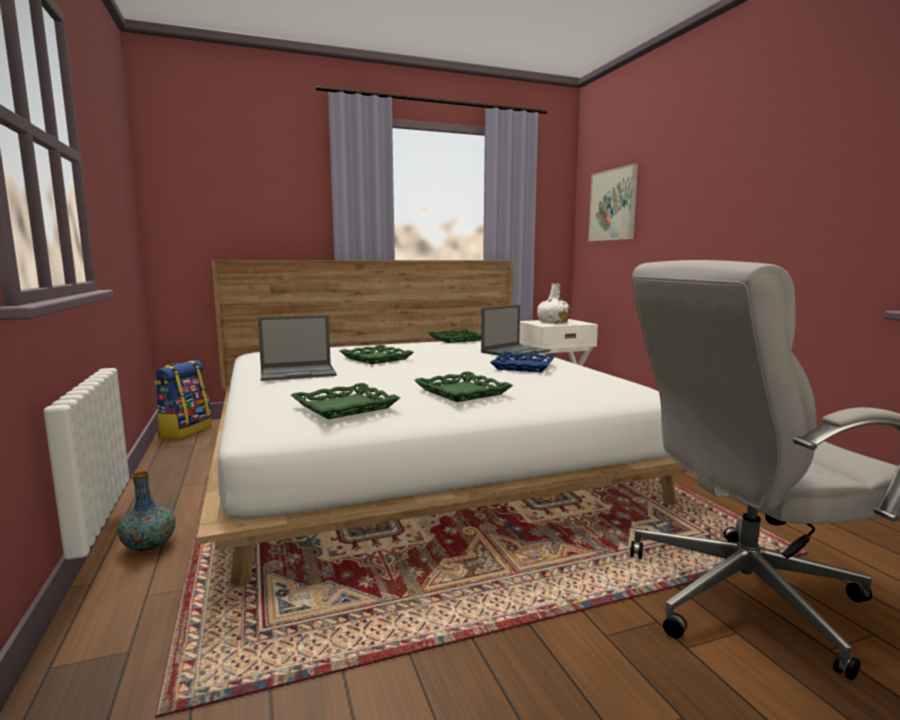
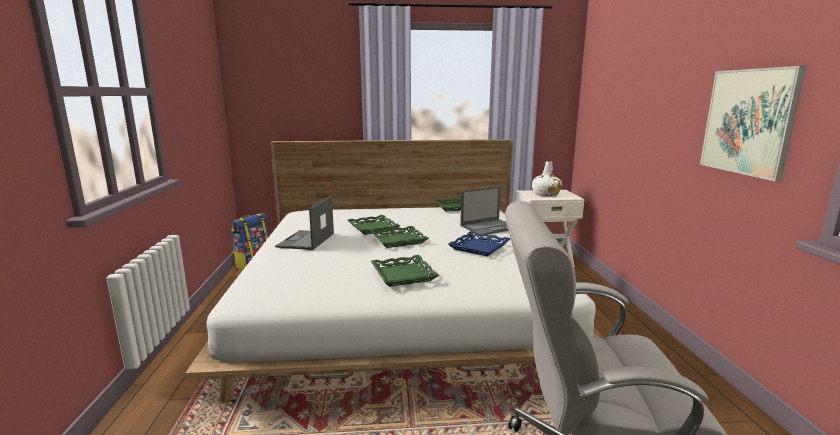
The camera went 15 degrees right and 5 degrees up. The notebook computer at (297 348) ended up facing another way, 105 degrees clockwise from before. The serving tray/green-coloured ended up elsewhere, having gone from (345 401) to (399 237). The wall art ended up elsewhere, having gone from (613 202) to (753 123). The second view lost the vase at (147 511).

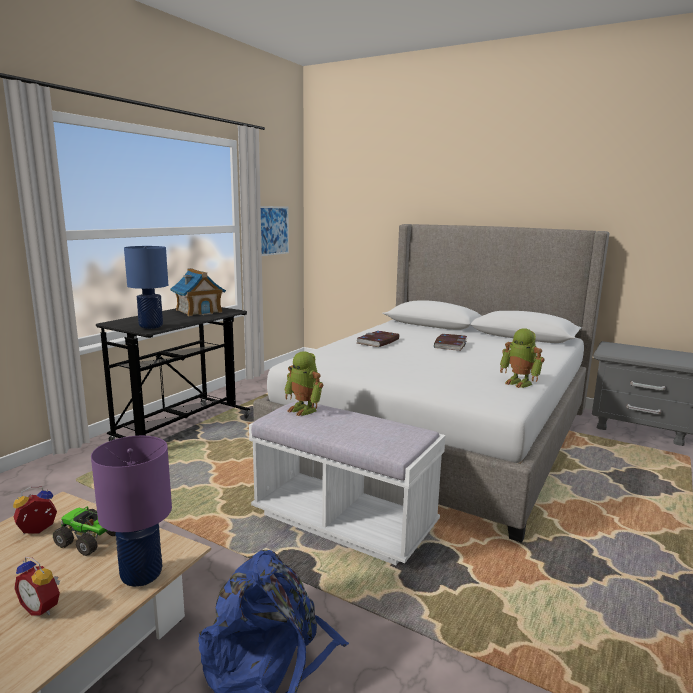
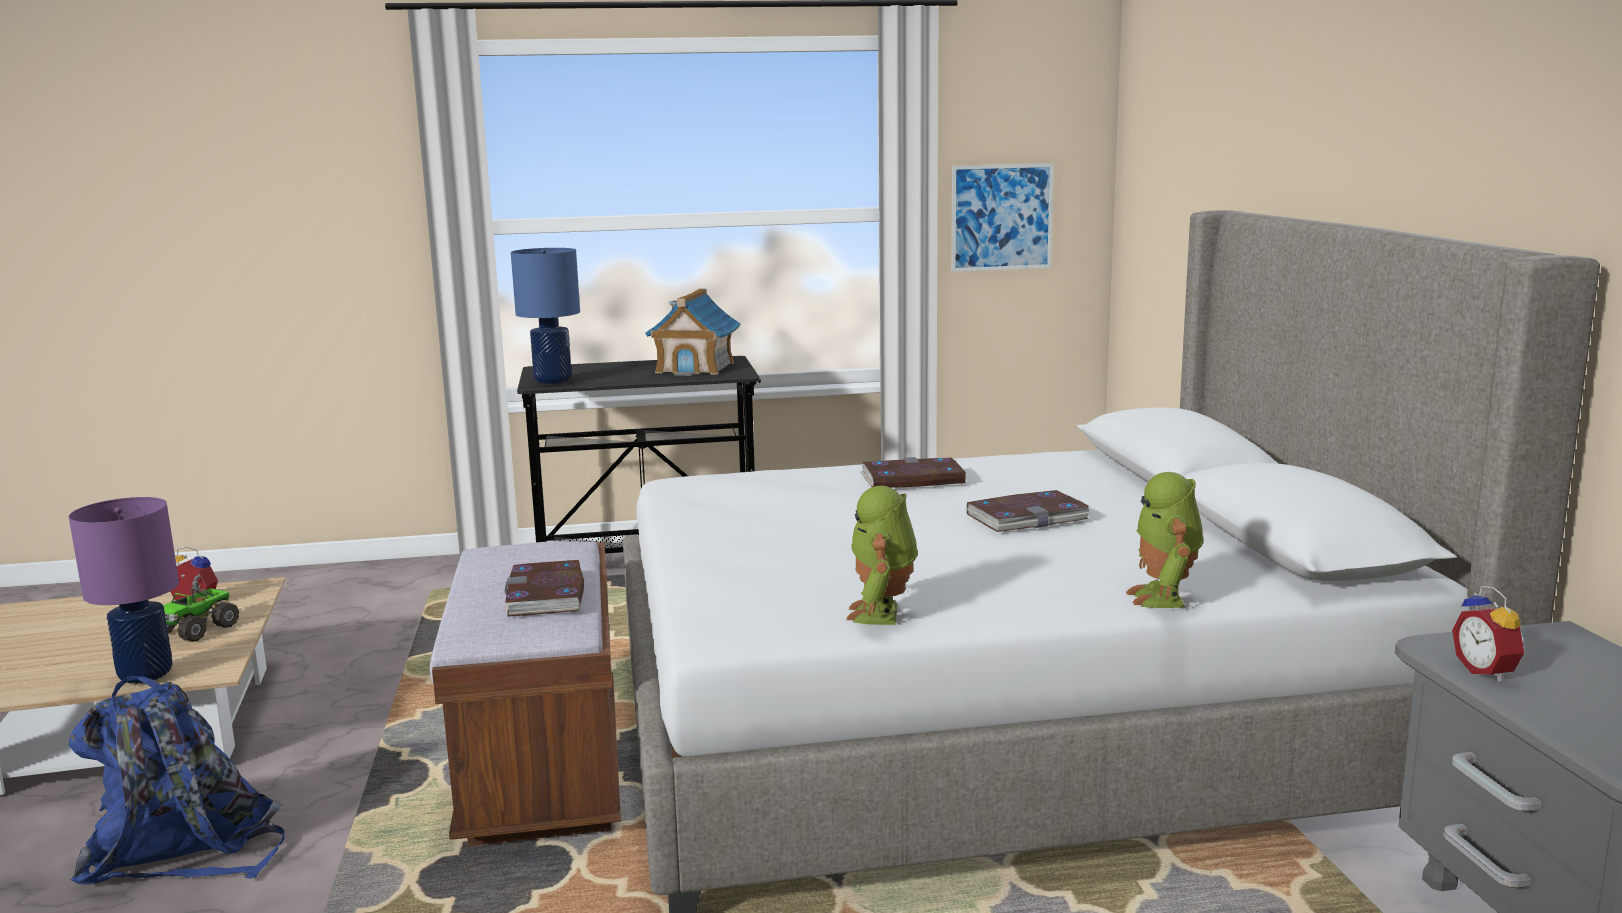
The camera went 50 degrees right and 0 degrees up. The toy lorry at (84 531) ended up facing another way, 135 degrees counterclockwise from before. What was the bench/whitish at (347 482) turned into the bench/brown-coloured at (525 693). The second view gained the bound book at (544 588). The toy robot ended up elsewhere, having gone from (303 383) to (1165 540). The alarm clock ended up elsewhere, having gone from (37 586) to (1488 634).

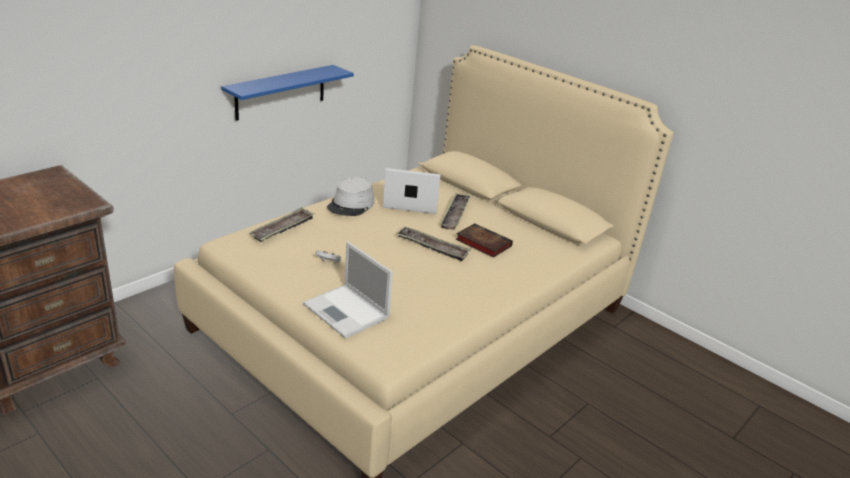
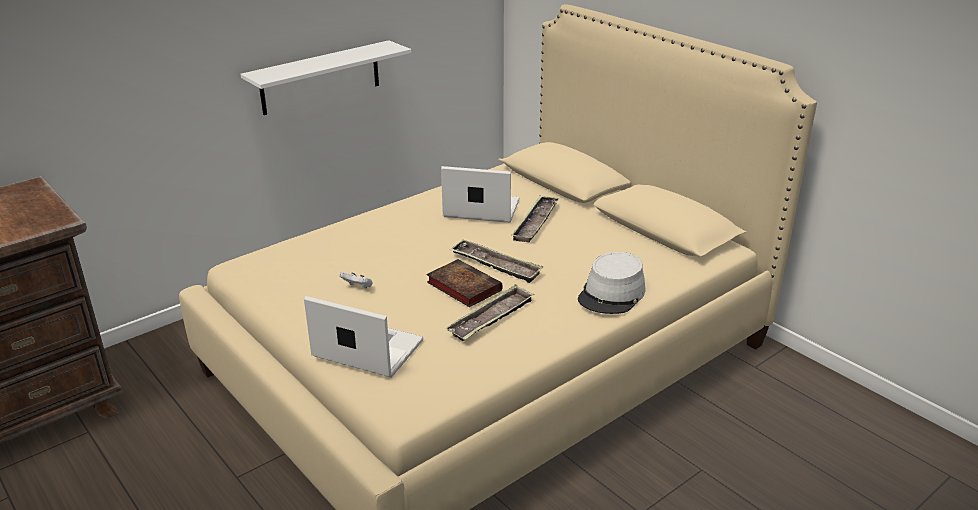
The camera went 10 degrees right and 0 degrees up. What was the bracket shelf/blue at (287 93) turned into the bracket shelf/whitish at (326 77). The notebook computer at (348 290) ended up facing another way, 150 degrees clockwise from before. The bound book ended up elsewhere, having gone from (484 240) to (464 283). The serving tray ended up elsewhere, having gone from (282 224) to (489 312). The wearable hat/grey ended up elsewhere, having gone from (351 196) to (611 283).

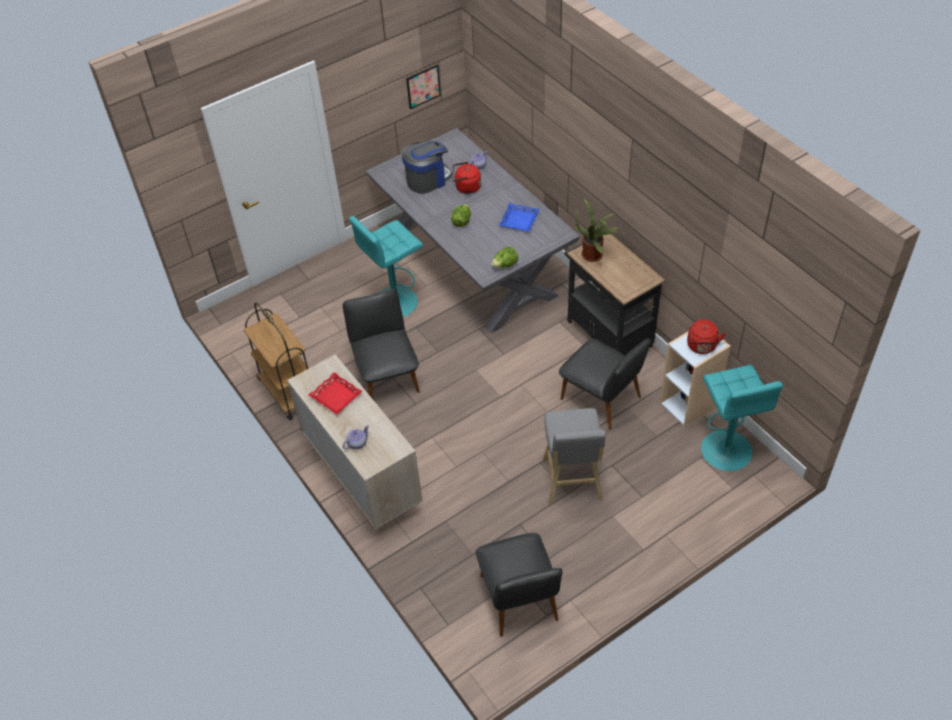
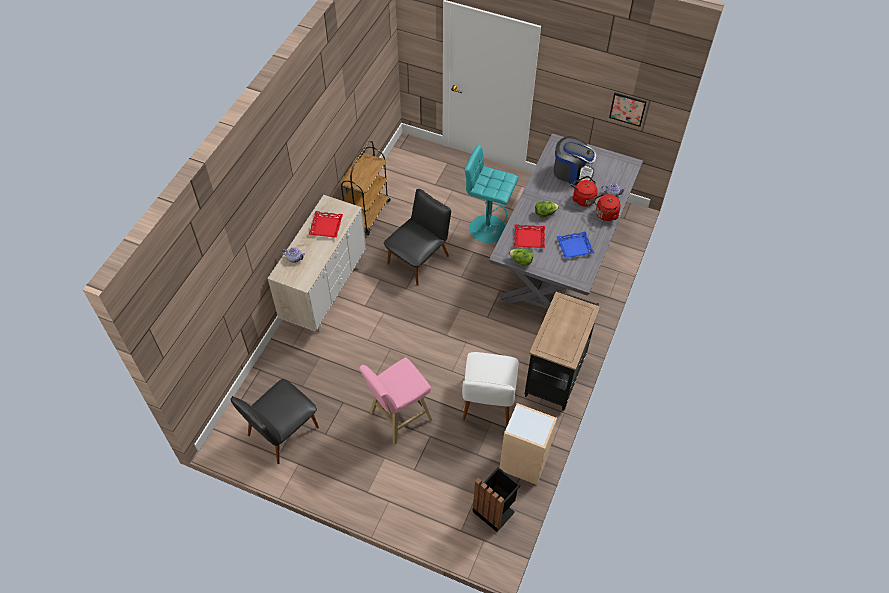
The camera went 55 degrees right and 5 degrees up. What was the sitting stool/grey at (574 456) turned into the sitting stool/pink at (396 401). What was the plain chair/blackish at (605 384) turned into the plain chair/whitish at (490 389). Where the sitting stool/blue-green stood at (742 418), the waste bin/blackish came to stand at (496 499). The second view gained the serving tray/red-coloured at (529 236). The tea kettle/red-coloured ended up elsewhere, having gone from (706 337) to (607 207). The second view lost the potted plant at (596 230).

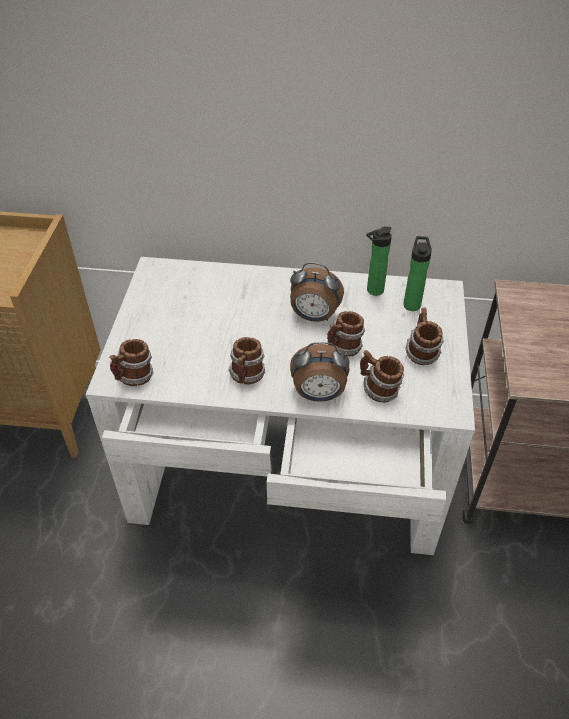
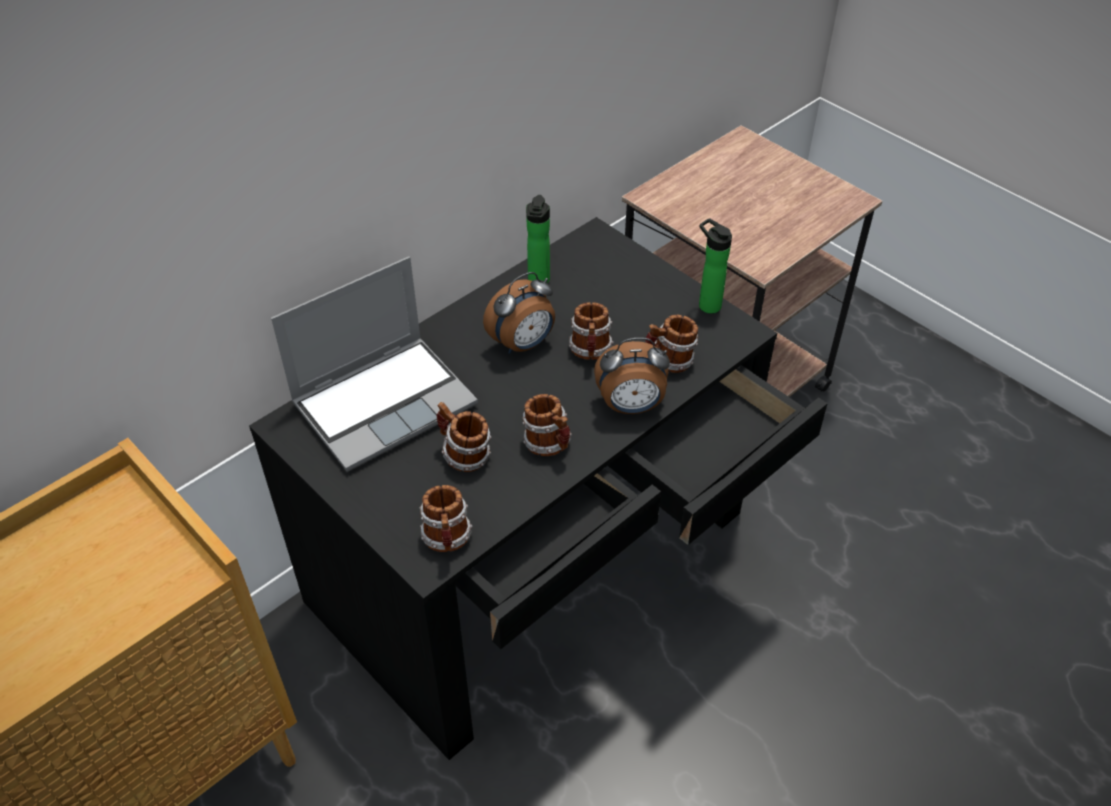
The camera went 50 degrees left and 0 degrees up. What was the desk unit/whitish at (280 406) turned into the desk unit/blackish at (538 488). The second view gained the notebook computer at (374 364). The coffee mug ended up elsewhere, having gone from (424 336) to (464 437). The alarm clock at (320 372) ended up facing another way, 45 degrees clockwise from before. The drink bottle ended up elsewhere, having gone from (417 273) to (715 266).

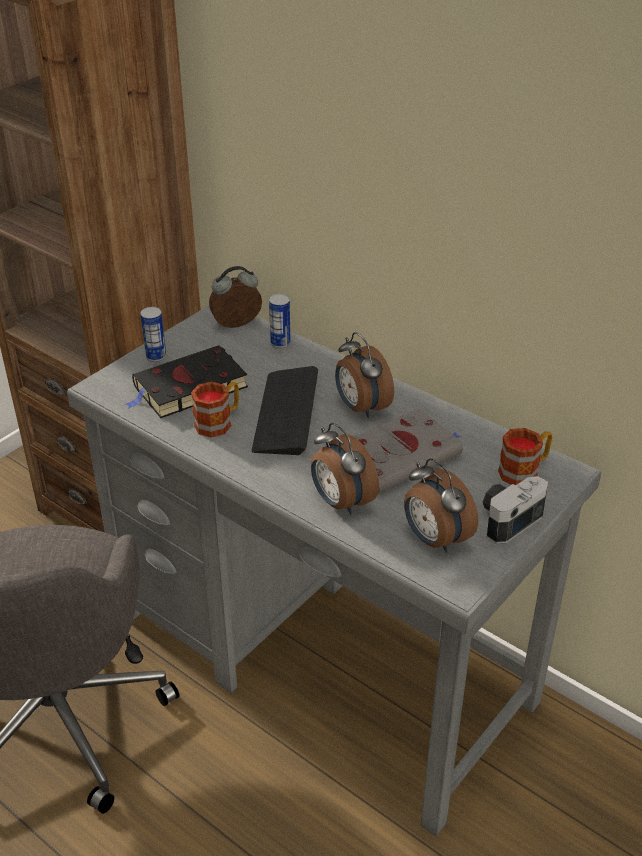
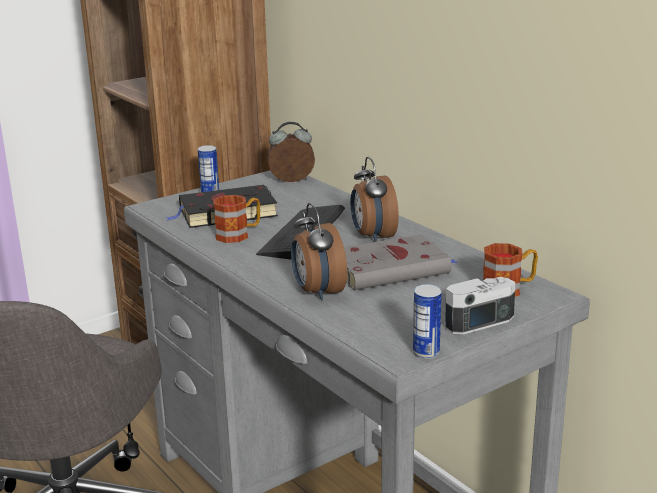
The camera went 15 degrees right and 15 degrees down. The sealed can ended up elsewhere, having gone from (280 321) to (427 321). The second view lost the alarm clock at (441 505).

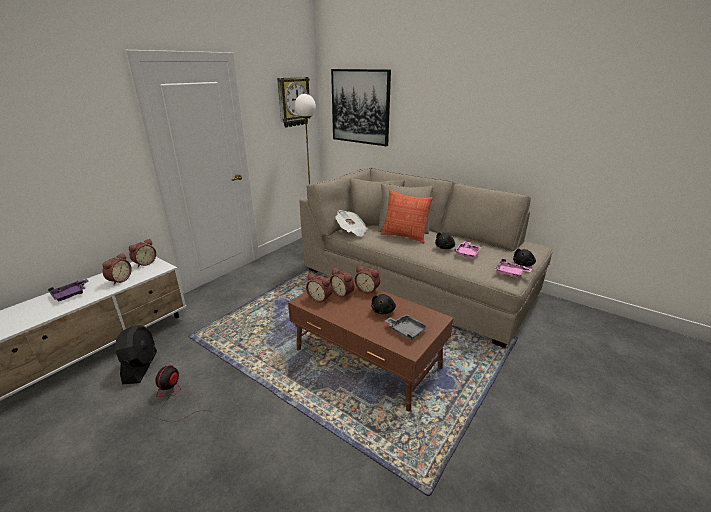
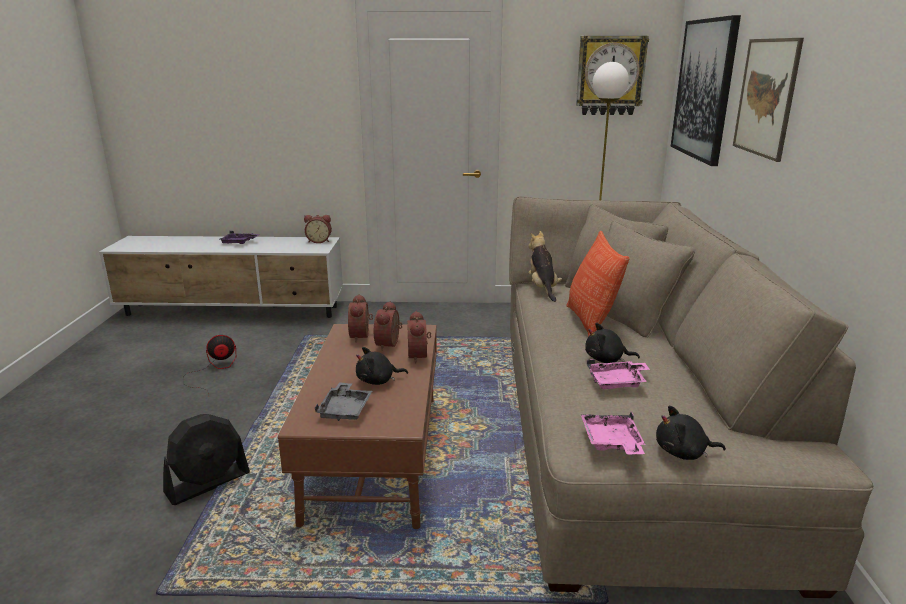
The camera went 55 degrees right and 5 degrees down. The cooling fan/blackish ended up elsewhere, having gone from (136 354) to (206 459). Where the printed paper stood at (351 223), the cuddly toy came to stand at (545 266). The second view gained the wall art at (768 100). The second view lost the alarm clock at (117 269).

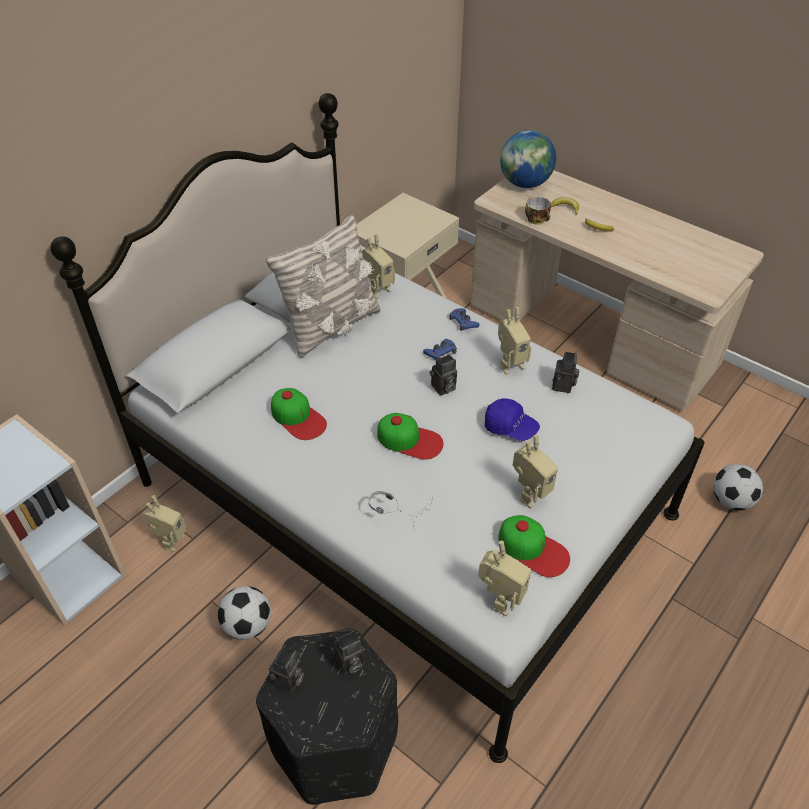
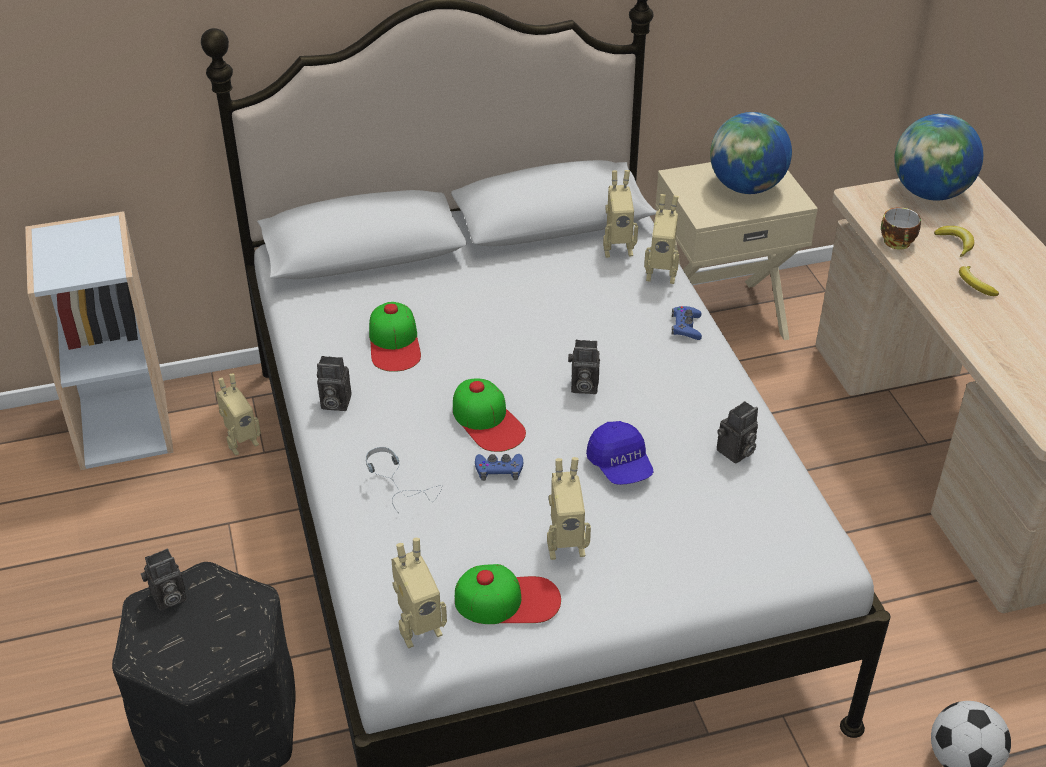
The camera went 35 degrees right and 5 degrees down. The photo camera ended up elsewhere, having gone from (348 653) to (334 383). The peaked cap at (534 546) ended up facing another way, 75 degrees counterclockwise from before. The gamepad/blue ended up elsewhere, having gone from (440 349) to (499 467). The toy robot ended up elsewhere, having gone from (514 341) to (661 239). The second view gained the globe at (751 153). The second view lost the football ball at (244 613). The second view lost the throw pillow/beige-coloured at (323 286).

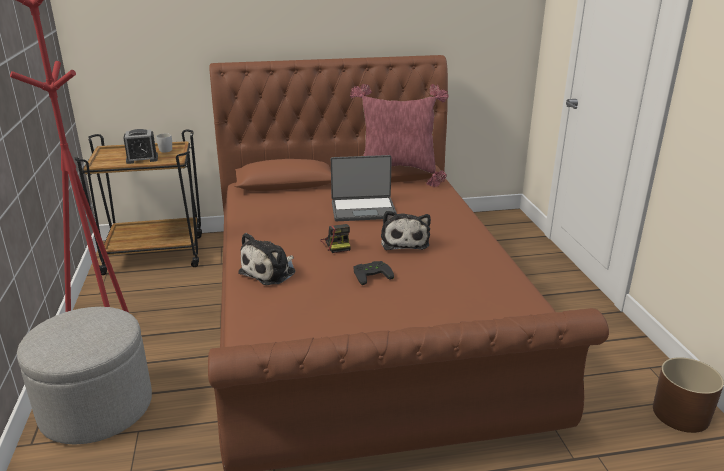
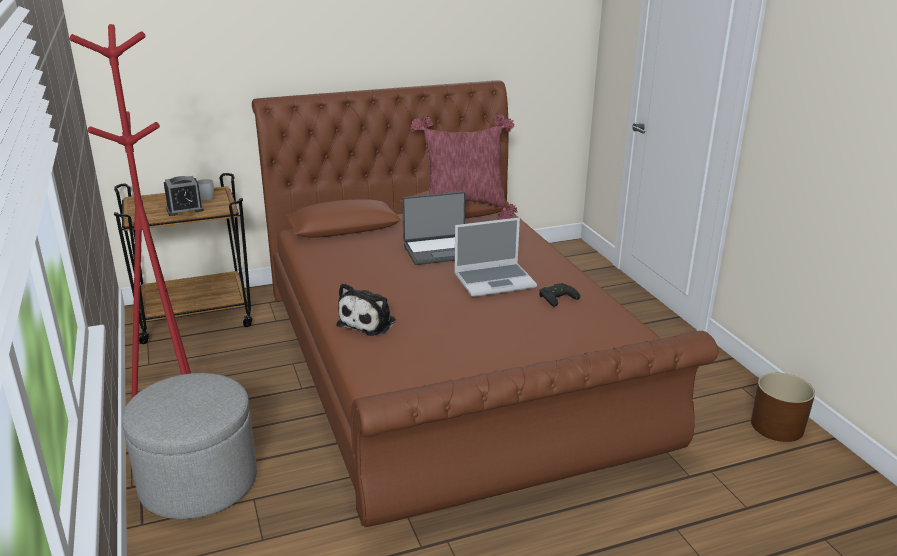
The camera went 10 degrees left and 0 degrees up. Where the cuddly toy stood at (406 230), the notebook computer came to stand at (495 257). The gamepad/blackish ended up elsewhere, having gone from (374 273) to (559 295). The second view lost the photo camera at (336 238).

